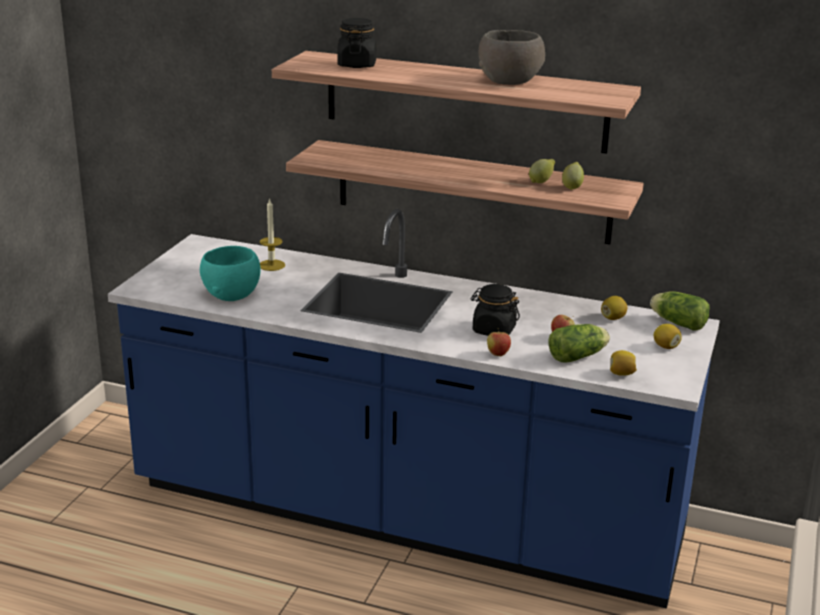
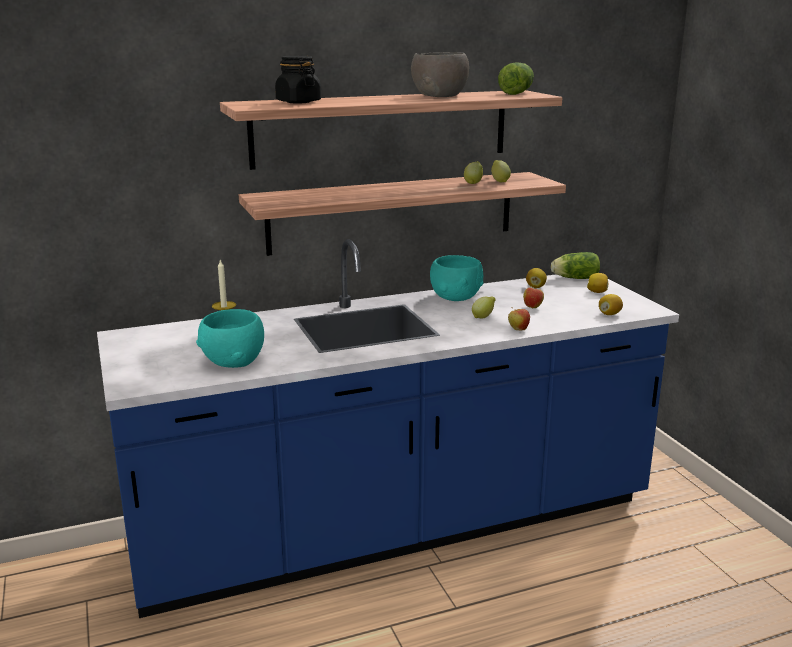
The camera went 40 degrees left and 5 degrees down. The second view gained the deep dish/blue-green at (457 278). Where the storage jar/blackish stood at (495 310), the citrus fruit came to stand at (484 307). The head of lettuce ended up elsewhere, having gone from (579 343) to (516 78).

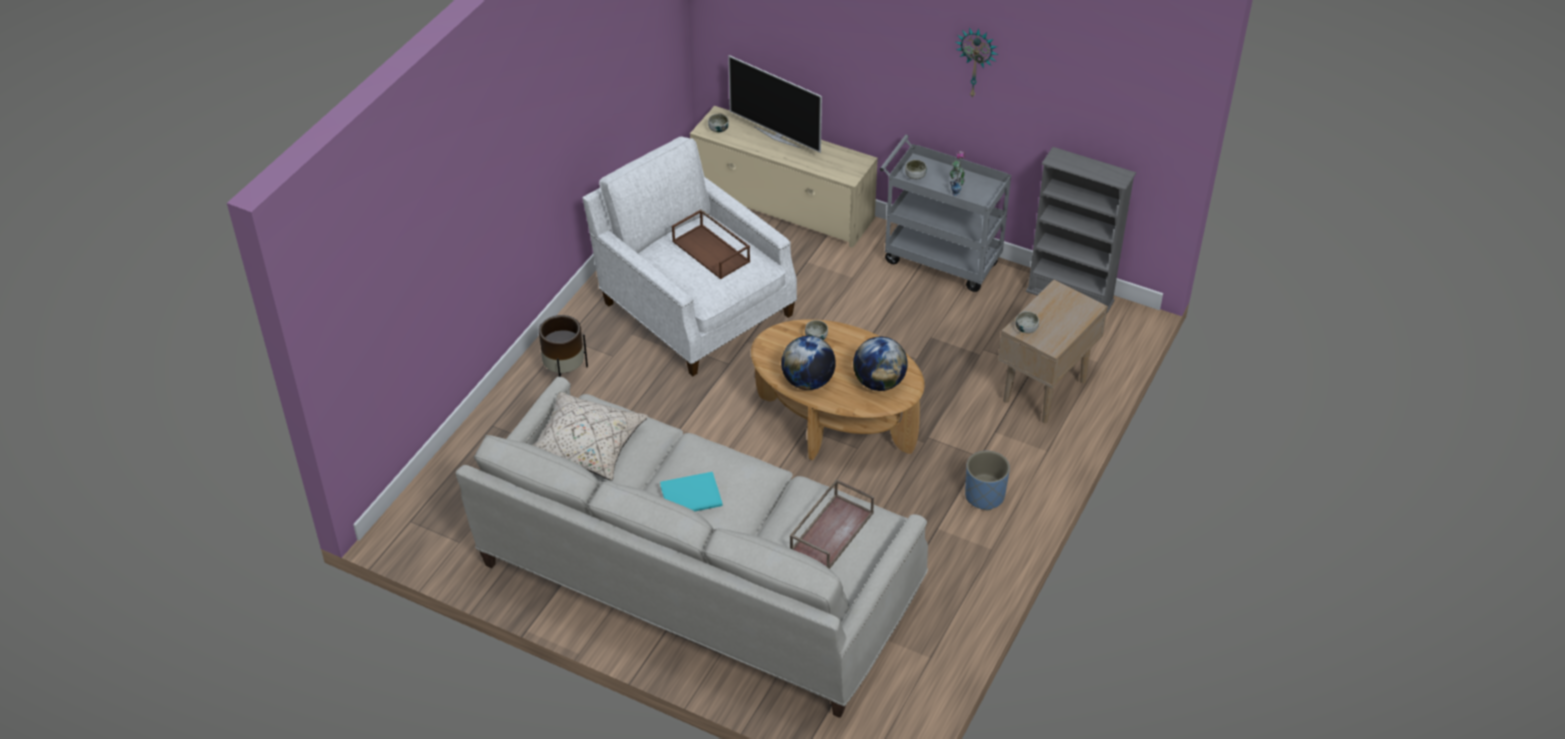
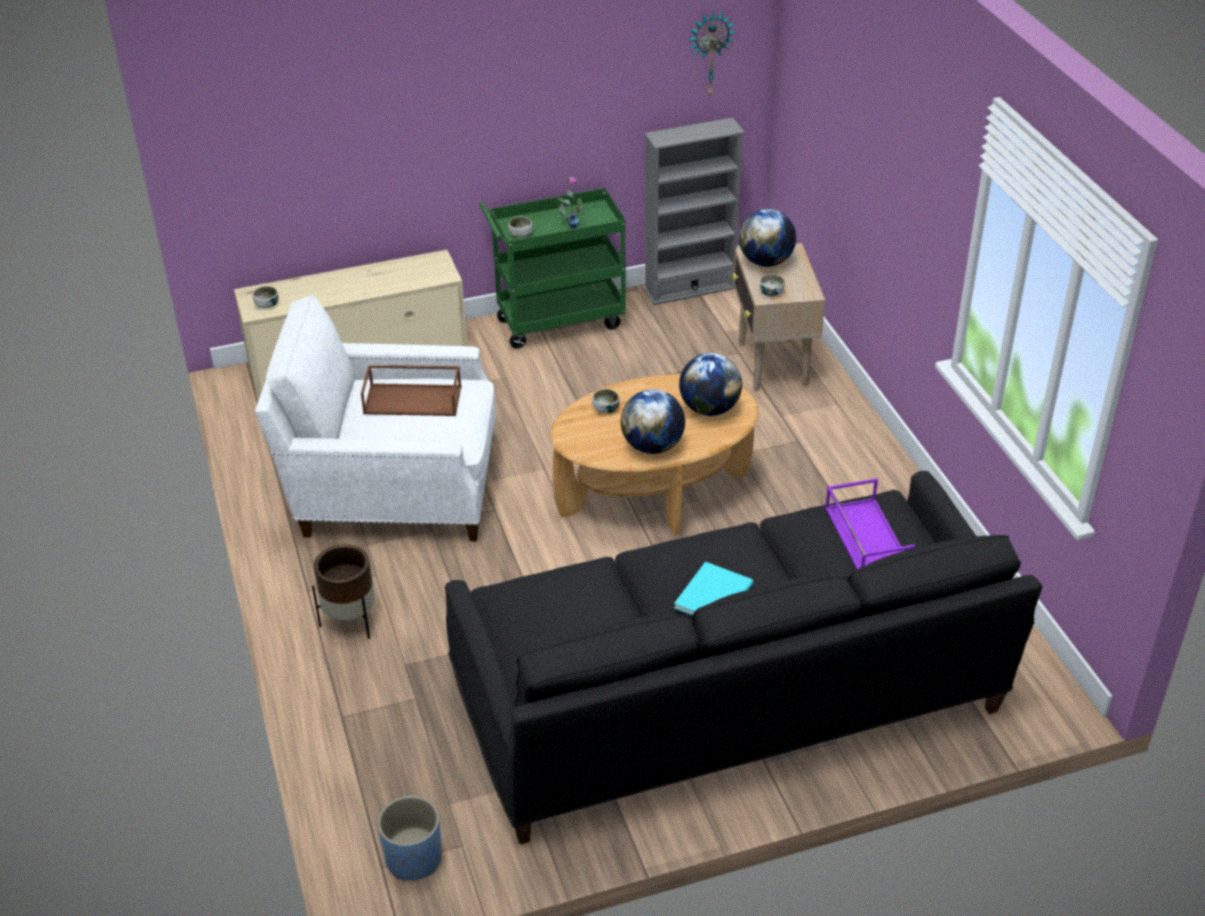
The camera went 45 degrees left and 5 degrees down. The plant pot/blue ended up elsewhere, having gone from (987 481) to (410 837). What was the sofa/whitish at (692 547) turned into the sofa/blackish at (743 657). What was the wheeled cart/grey at (945 213) turned into the wheeled cart/green-coloured at (552 268). The clock on the wall ended up elsewhere, having gone from (977 62) to (712 53). The second view gained the globe at (767 238). What was the serving tray/brown-coloured at (832 524) turned into the serving tray/purple at (870 523). The second view lost the throw pillow/beige-coloured at (590 436). The second view lost the TV at (775 104).

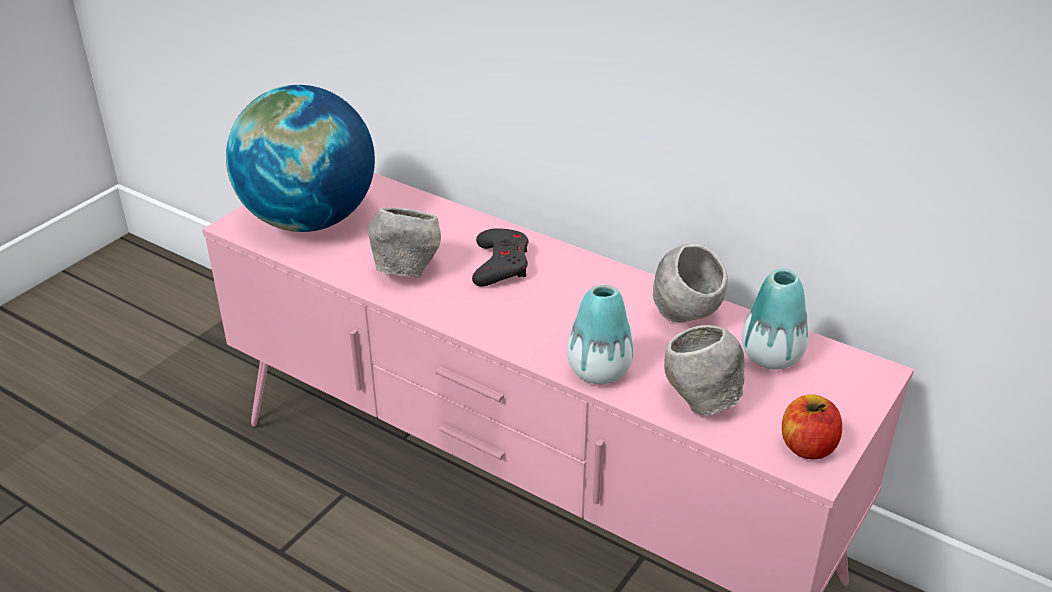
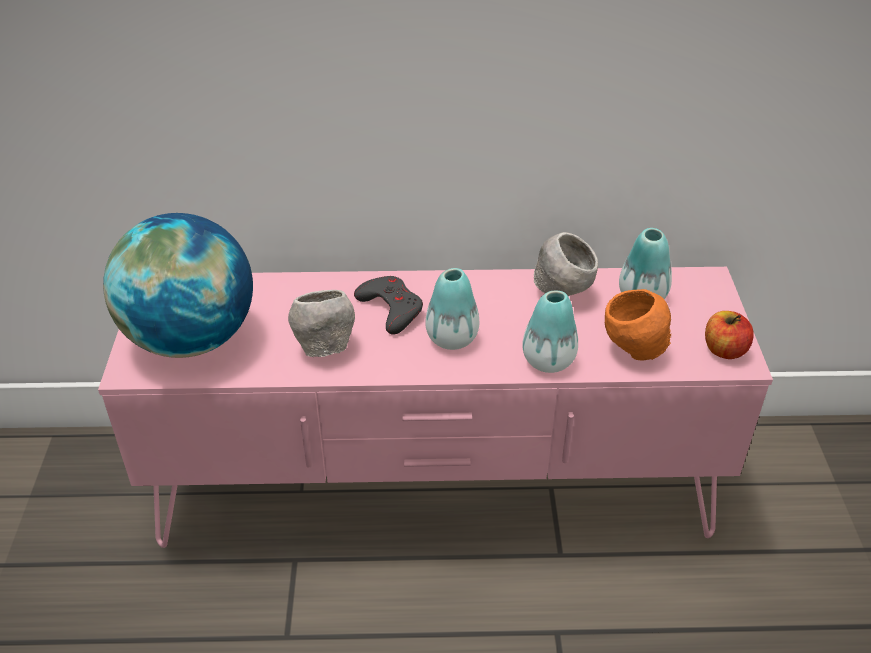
The camera went 35 degrees left and 5 degrees up. The second view gained the vase at (452 309). What was the deep dish/grey at (704 370) turned into the deep dish/orange at (638 325).

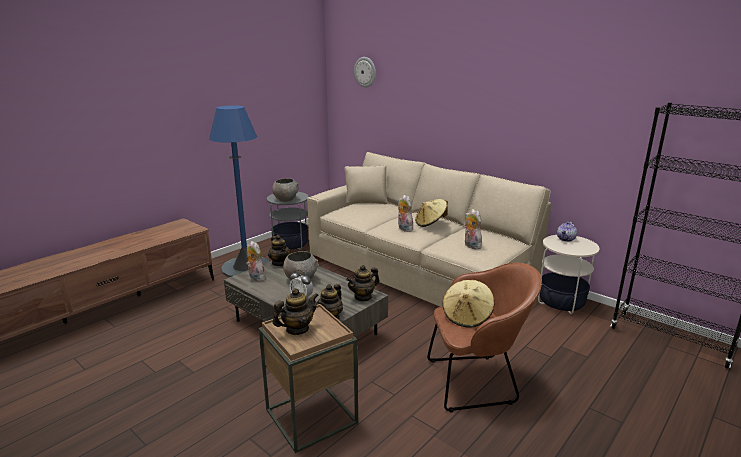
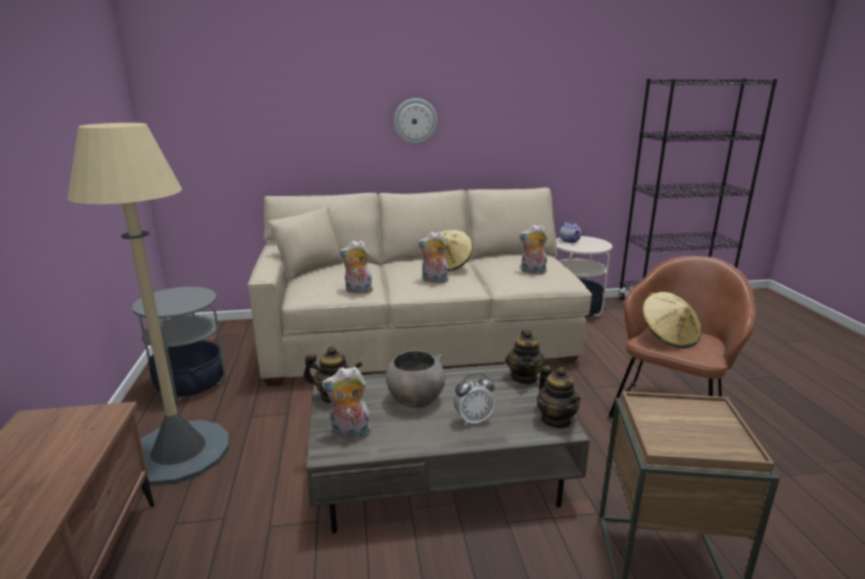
The camera went 50 degrees left and 0 degrees up. What was the standard lamp/blue at (239 191) turned into the standard lamp/beige-coloured at (148 304). The second view gained the cuddly toy at (356 267). The clock on the wall ended up elsewhere, having gone from (365 72) to (416 121). The second view lost the deep dish/grey at (285 190). The second view lost the teapot at (295 311).

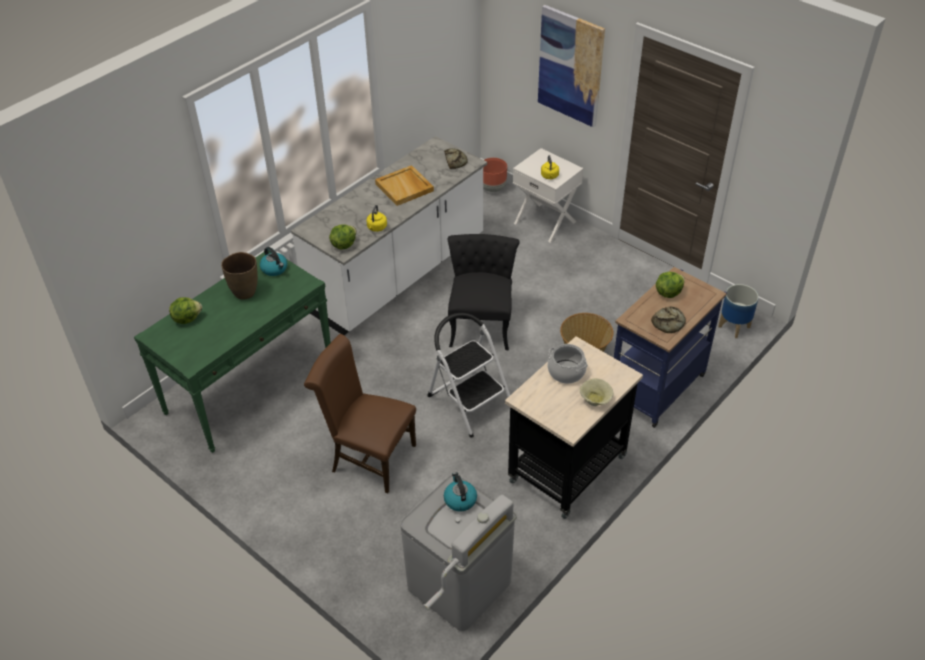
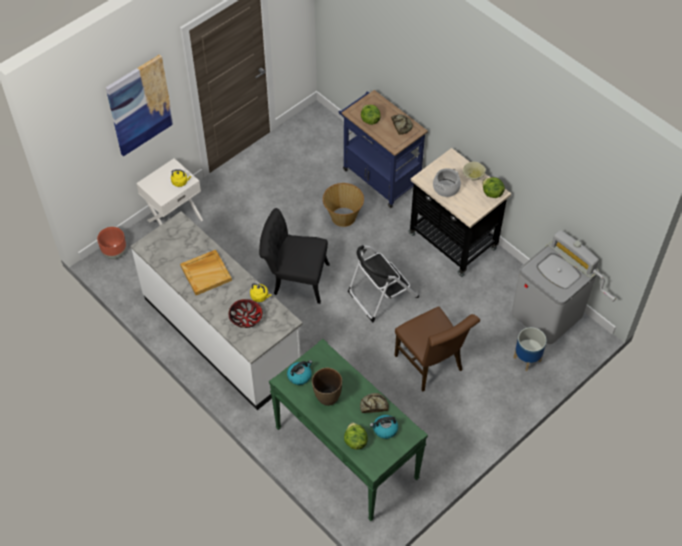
The camera went 85 degrees left and 10 degrees up. The second view gained the deep dish at (245 313). The bakery bread ended up elsewhere, having gone from (456 158) to (374 403). The tea kettle ended up elsewhere, having gone from (460 492) to (384 427). The plain chair/brown-coloured at (360 414) ended up facing another way, 60 degrees counterclockwise from before. The head of lettuce ended up elsewhere, having gone from (342 236) to (493 187). The plant pot ended up elsewhere, having gone from (738 311) to (530 349).

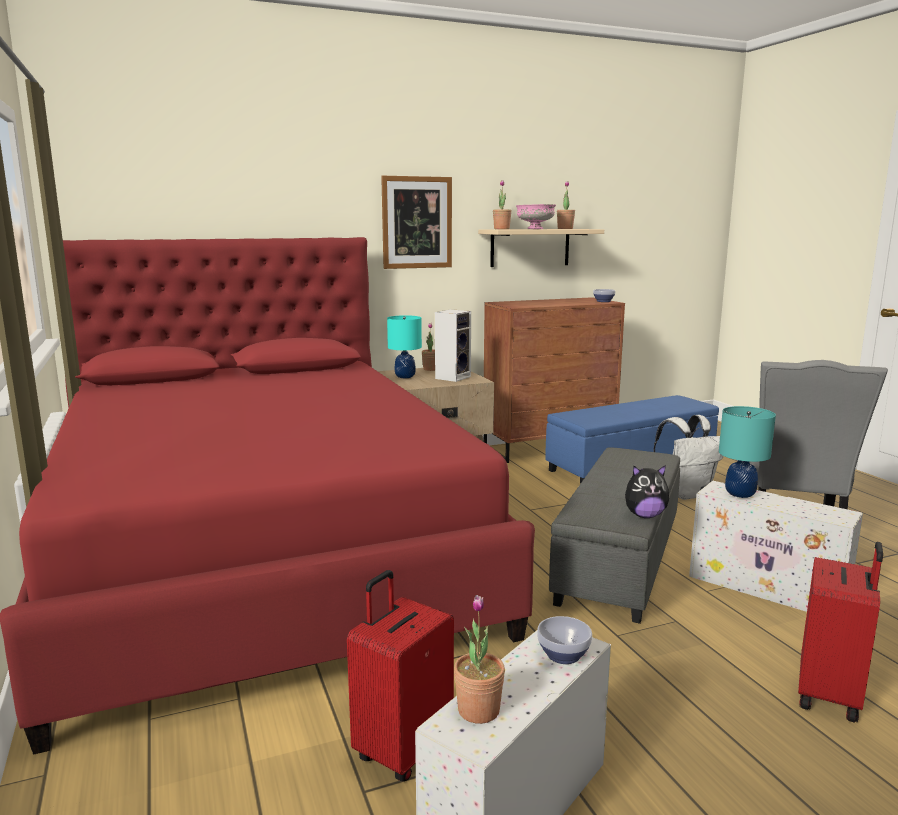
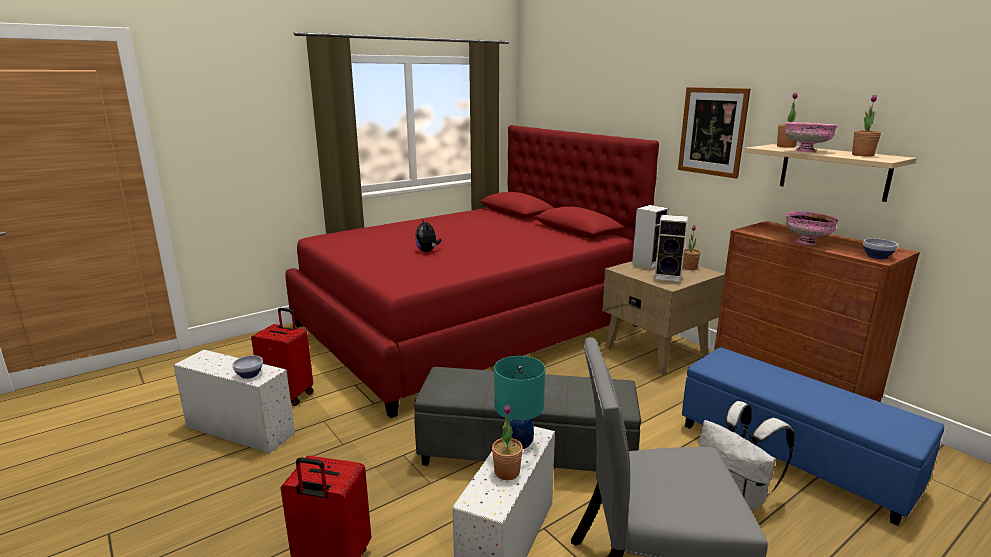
The camera went 75 degrees right and 5 degrees up. The cuddly toy ended up elsewhere, having gone from (647 491) to (428 235). The potted plant ended up elsewhere, having gone from (479 659) to (507 442). Where the table lamp/blue-green stood at (404 346), the loudspeaker came to stand at (650 237). The second view gained the deep dish/pink at (812 228).

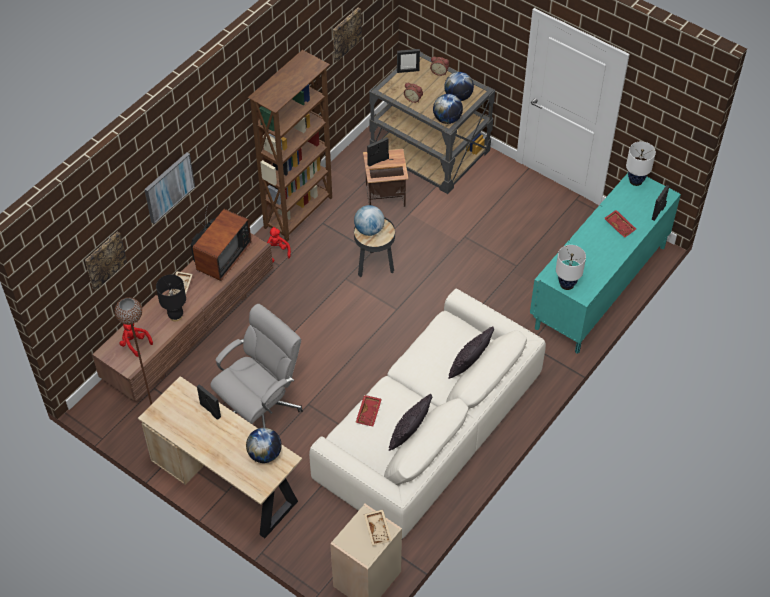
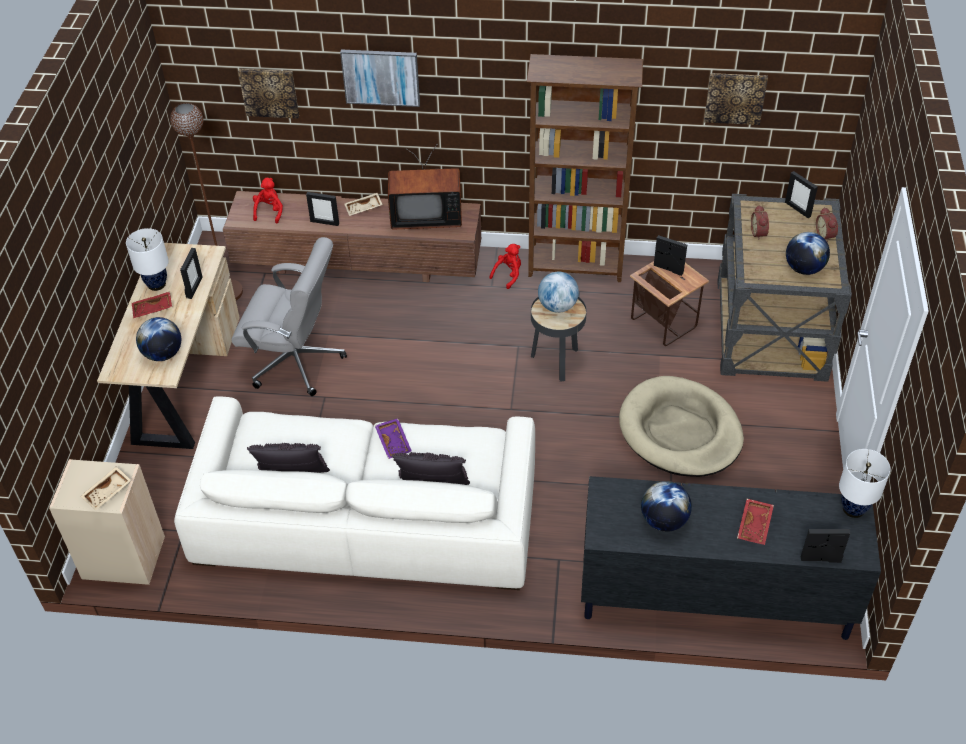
The camera went 60 degrees right and 5 degrees down. The table lamp/whitish ended up elsewhere, having gone from (571 267) to (147 259). The serving tray/red-coloured ended up elsewhere, having gone from (368 410) to (152 304). Where the table lamp/blackish stood at (171 298), the picture frame came to stand at (322 209). The second view gained the serving tray/purple at (393 438). What was the storage cabinet/blue-green at (605 263) turned into the storage cabinet/blackish at (731 558). The second view gained the dog bed/beige-coloured at (681 426). The globe ended up elsewhere, having gone from (448 109) to (666 506).

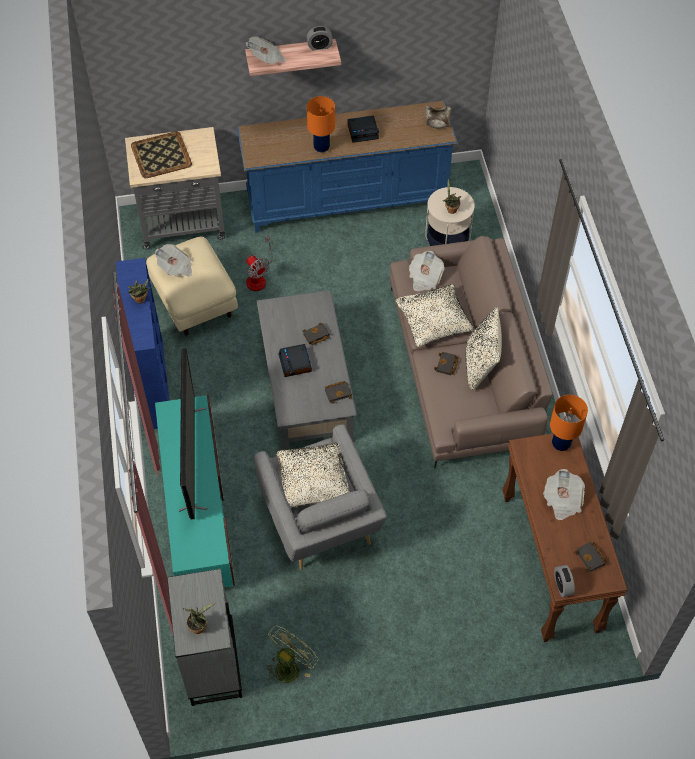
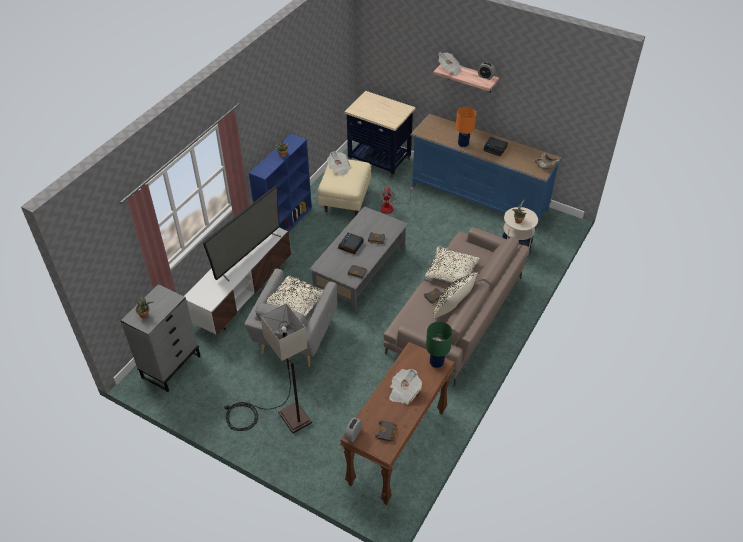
The camera went 40 degrees right and 10 degrees down. What was the media console/blue-green at (195 491) turned into the media console/whitish at (237 281). The second view gained the standard lamp at (268 368). What was the wheeled cart/grey at (175 188) turned into the wheeled cart/blue at (380 135). What was the table lamp/orange at (569 423) turned into the table lamp/green-coloured at (439 345). The second view lost the serving tray at (161 154). The second view lost the cooling fan/green-coloured at (292 654). The second view lost the printed paper at (427 271).

